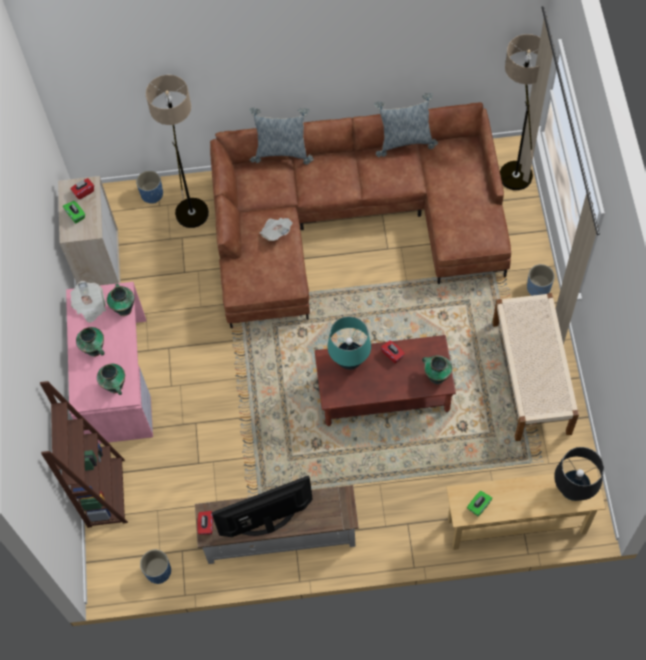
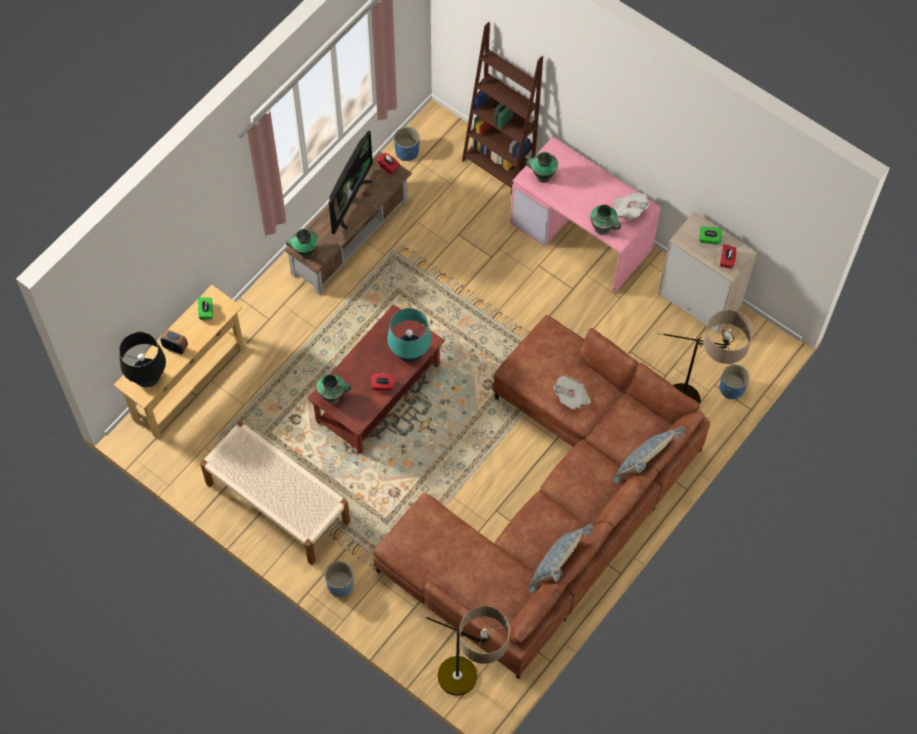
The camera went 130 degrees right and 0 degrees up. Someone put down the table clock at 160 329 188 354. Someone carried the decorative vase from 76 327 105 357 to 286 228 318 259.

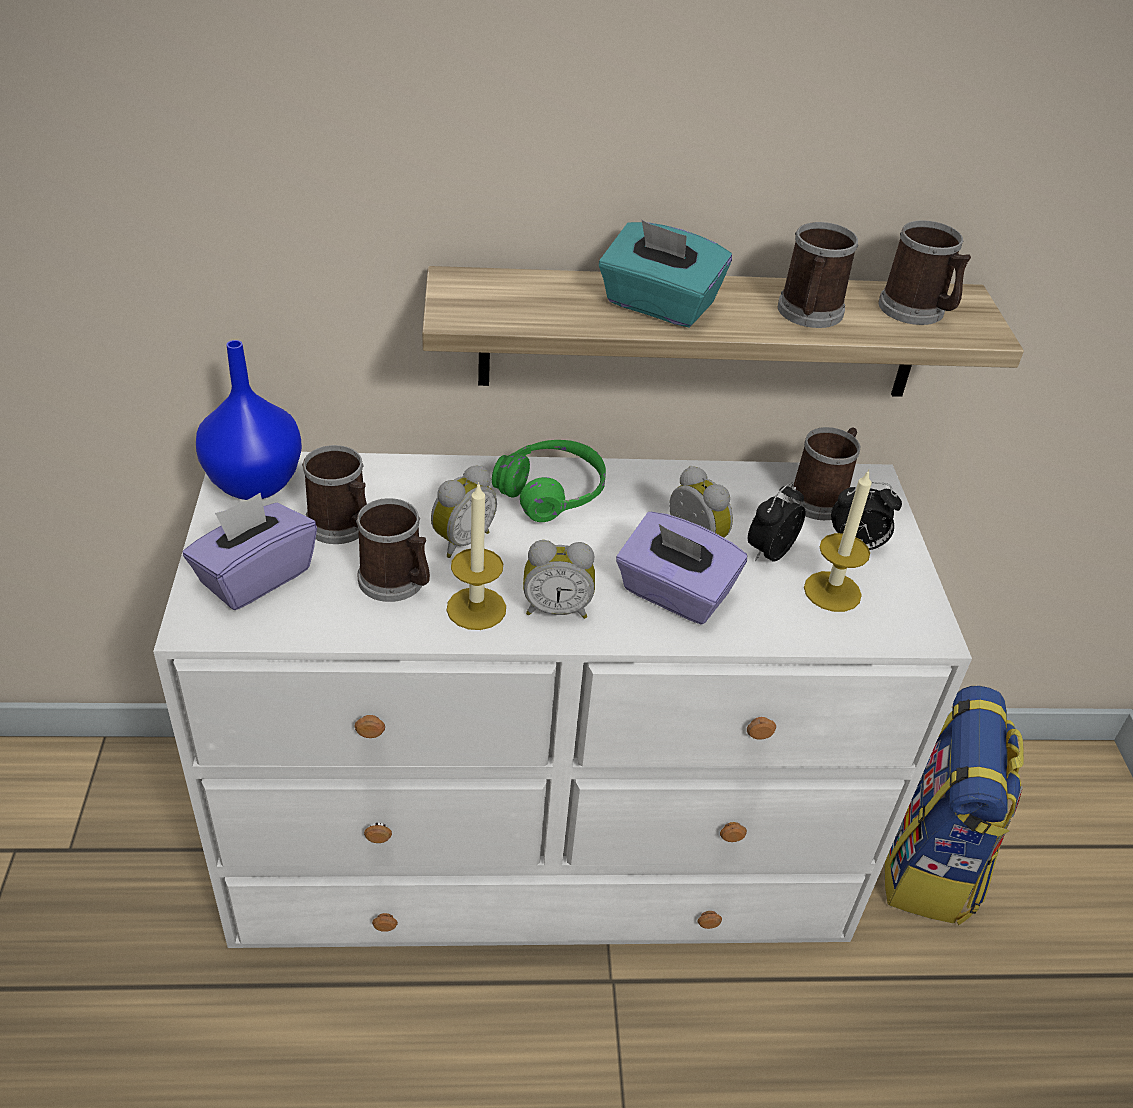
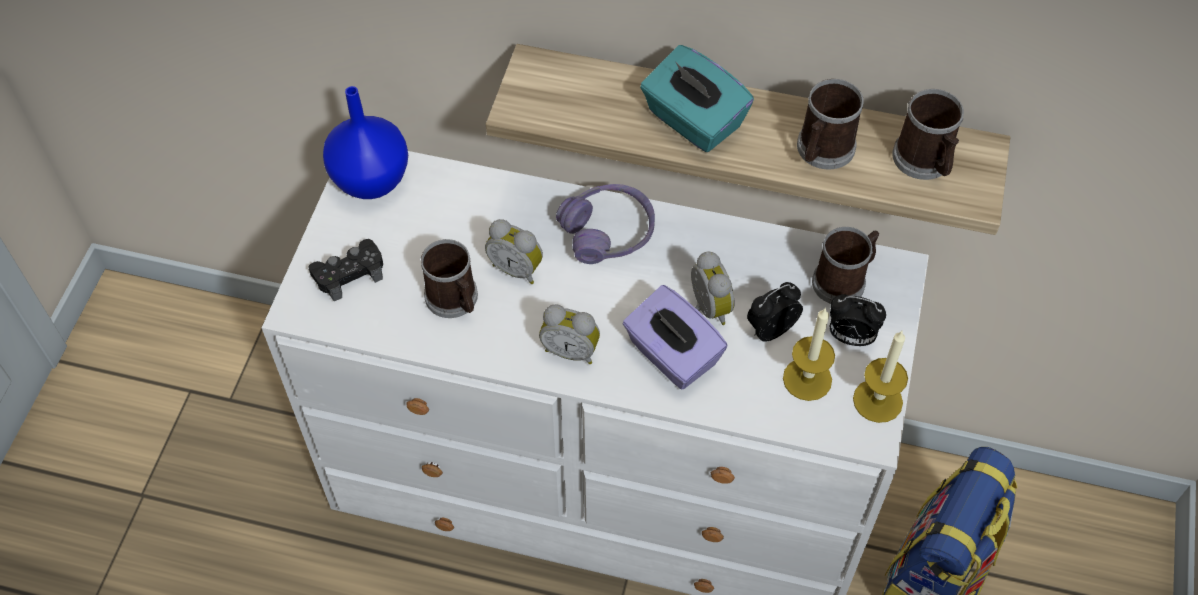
The camera went 20 degrees right and 15 degrees up. Someone swapped the box of tissues in purple at 183 493 317 610 for the game controller in blackish at 309 239 383 301. Someone rotated the table clock at 431 465 497 558 by 60 degrees clockwise. Someone repainted the headset in green at 492 440 606 522, which became the headset in purple at 556 184 655 264. Someone carried the wax candle from 447 482 506 630 to 853 331 908 423. Someone took away the mug at 302 445 367 544.

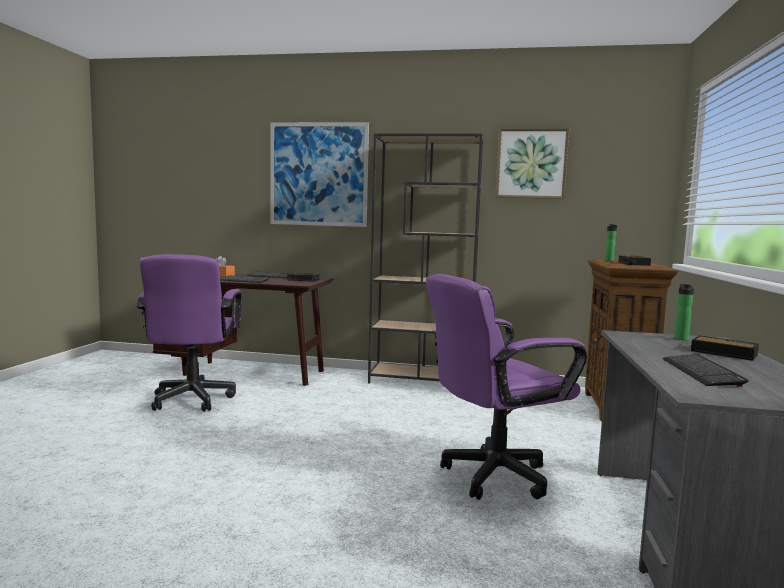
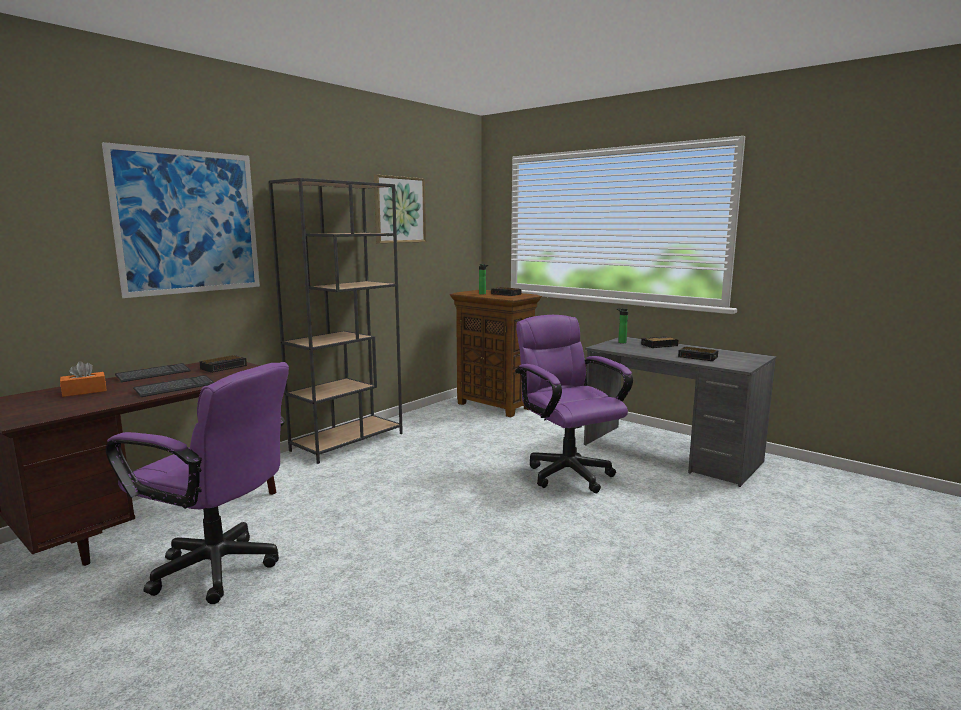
The camera went 60 degrees left and 5 degrees up. Someone rotated the desk chair in purple at 426 274 587 500 by 150 degrees clockwise. Someone swapped the computer keyboard at 663 354 749 387 for the table clock at 678 347 718 361.

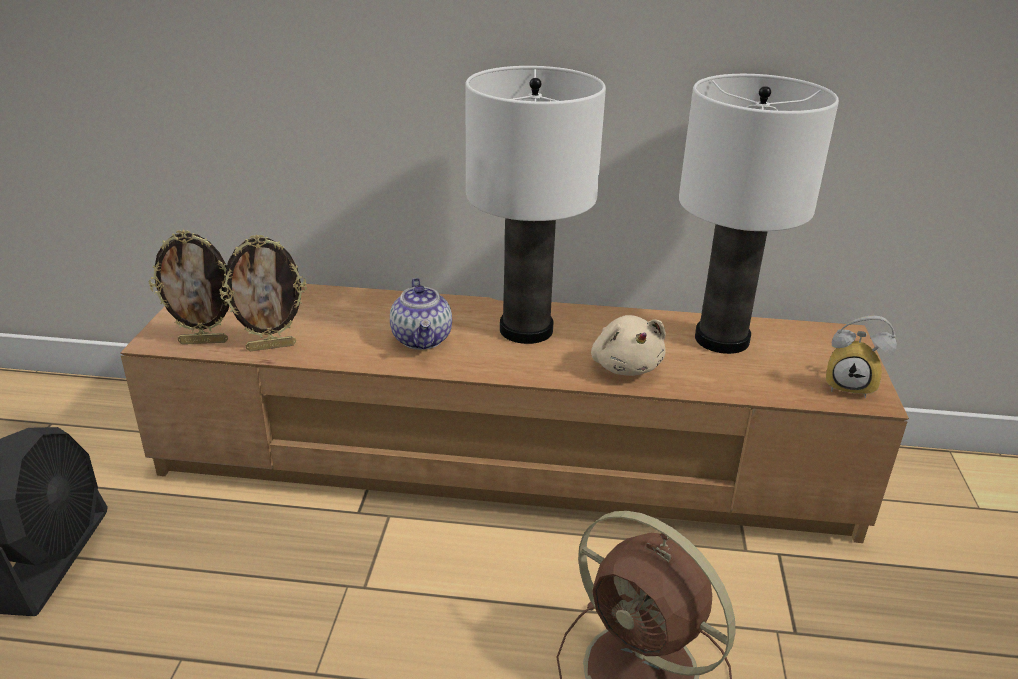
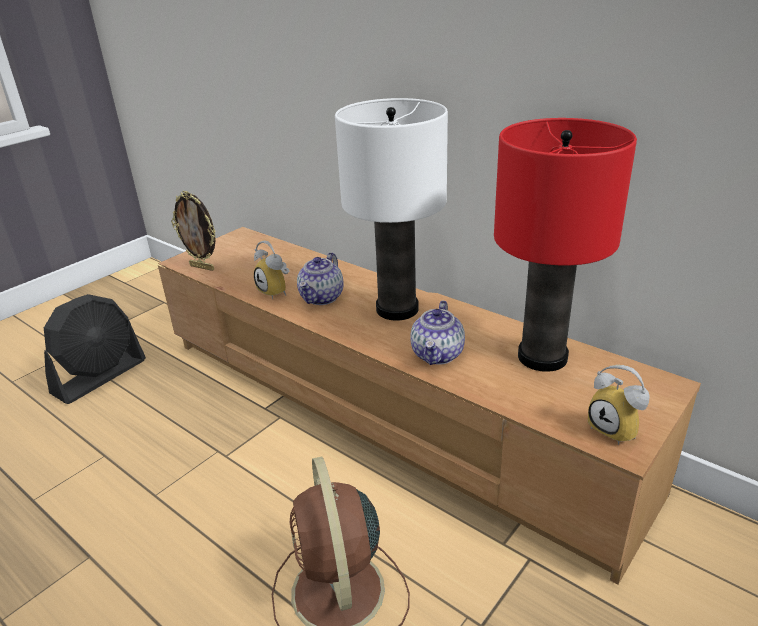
The camera went 35 degrees right and 0 degrees up. Someone put down the table clock at 254 241 289 299. Someone swapped the plush toy in sand-coloured at 591 315 666 376 for the pot for tea at 410 301 465 365. Someone repainted the tabletop lamp in white-coloured at 679 74 839 354, which became the tabletop lamp in red at 494 118 637 372. Someone took away the photo frame at 220 234 307 351.

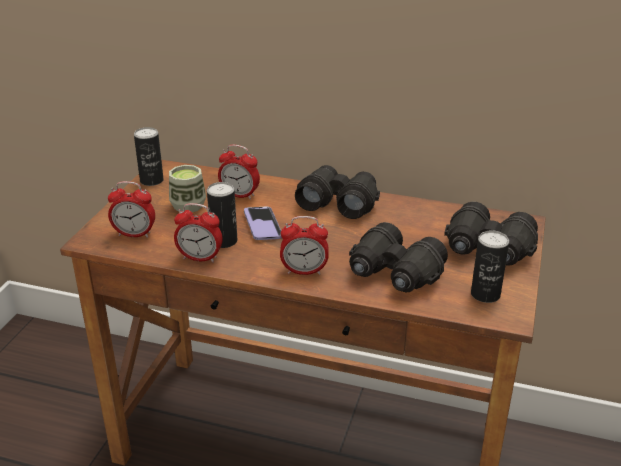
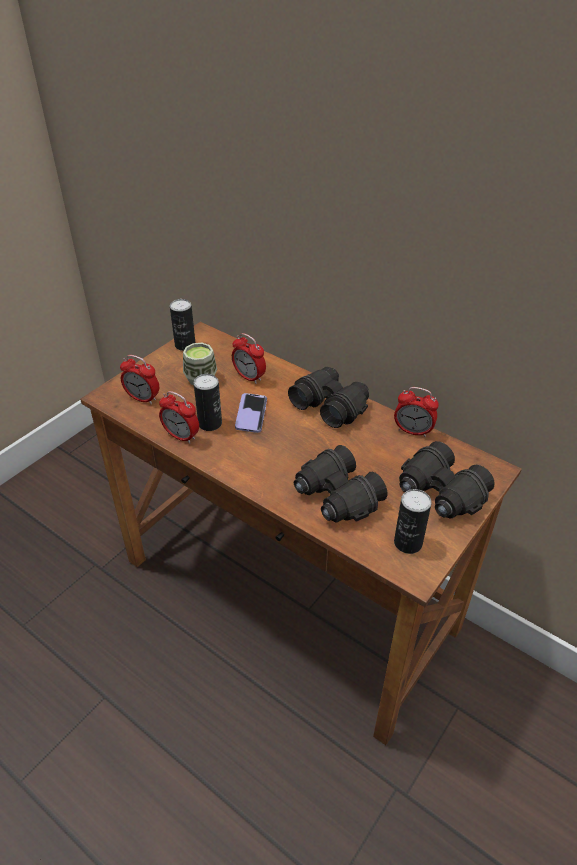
The camera went 20 degrees right and 10 degrees up. Someone carried the table clock from 280 216 329 275 to 394 387 439 437.

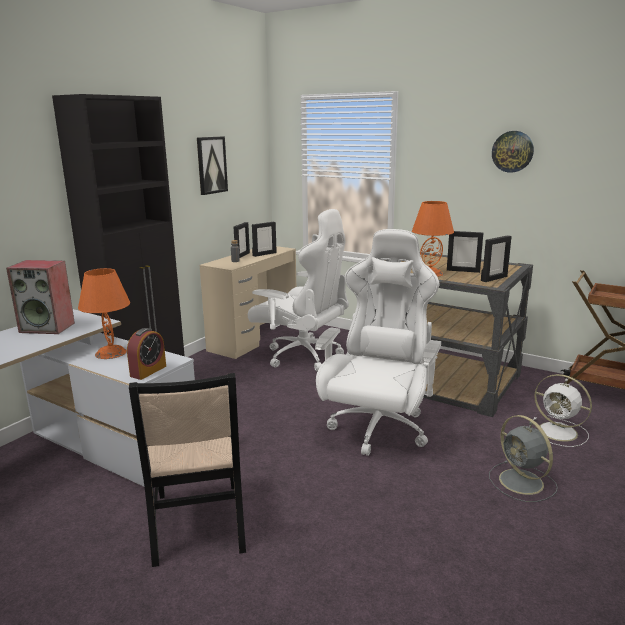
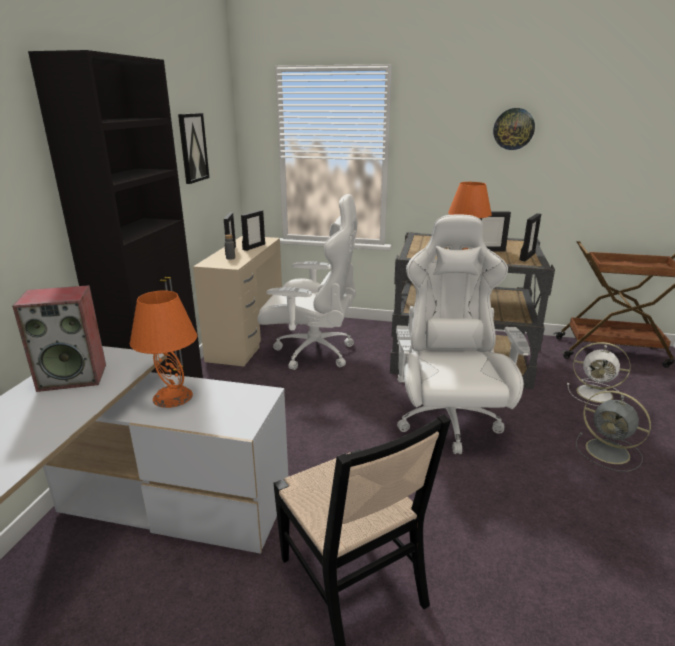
The camera went 20 degrees left and 5 degrees up. Someone took away the table clock at 127 328 166 380.

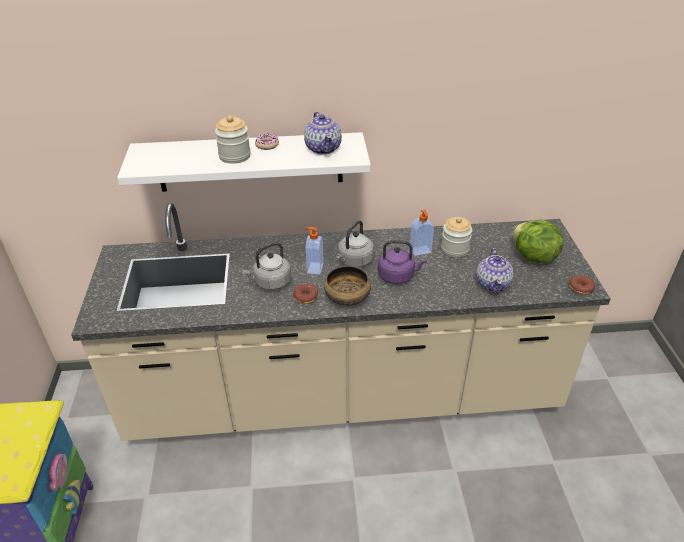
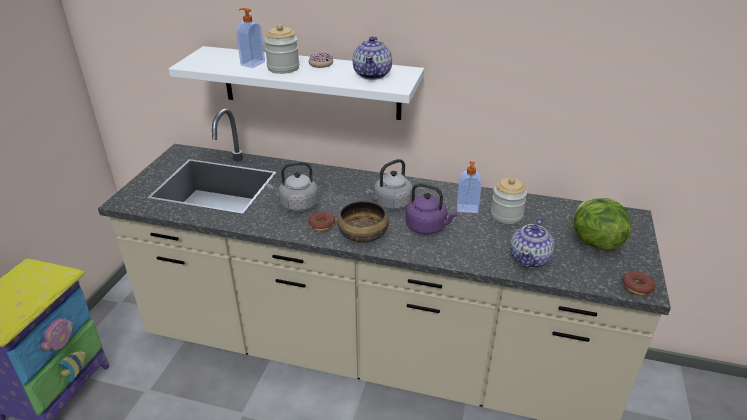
The camera went 20 degrees right and 5 degrees down. Someone carried the soap dispenser from 305 227 324 275 to 236 8 265 68.

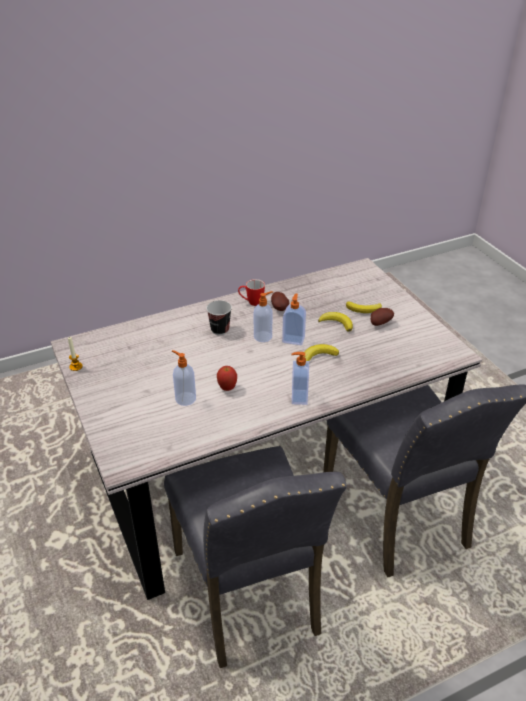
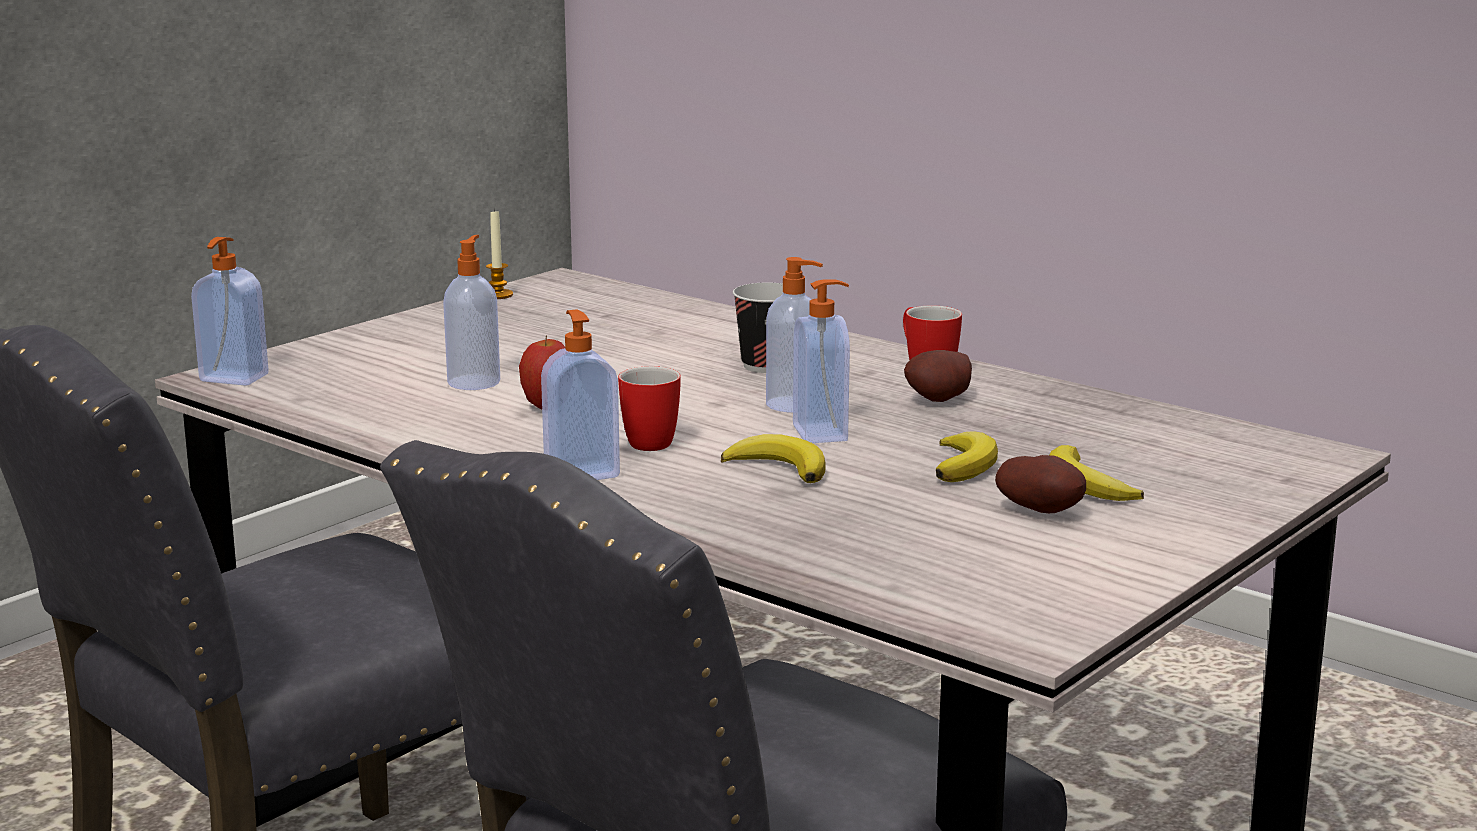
The camera went 65 degrees right and 20 degrees down. Someone put down the soap dispenser at 191 237 269 386. Someone put down the mug at 618 366 681 451.

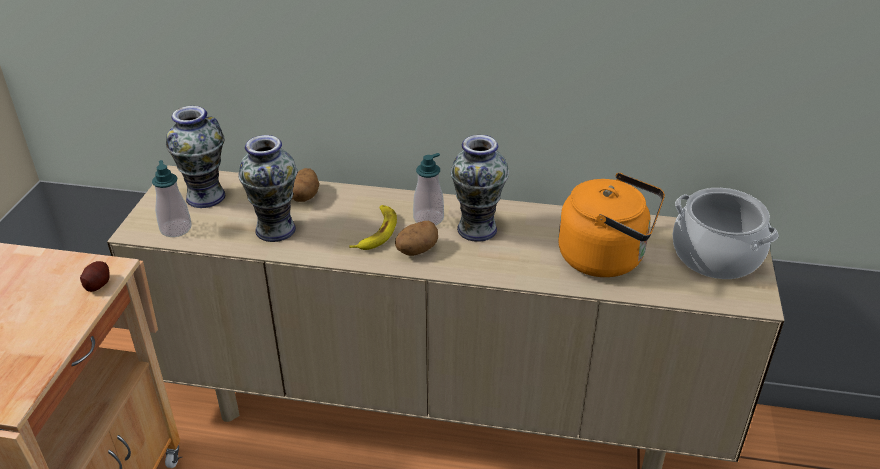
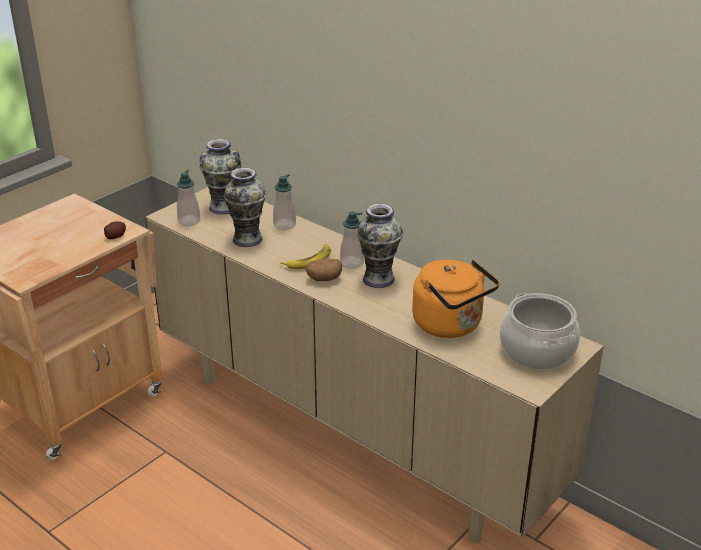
The camera went 30 degrees right and 5 degrees down. Someone swapped the potato at 292 168 319 202 for the soap dispenser at 273 174 296 230.

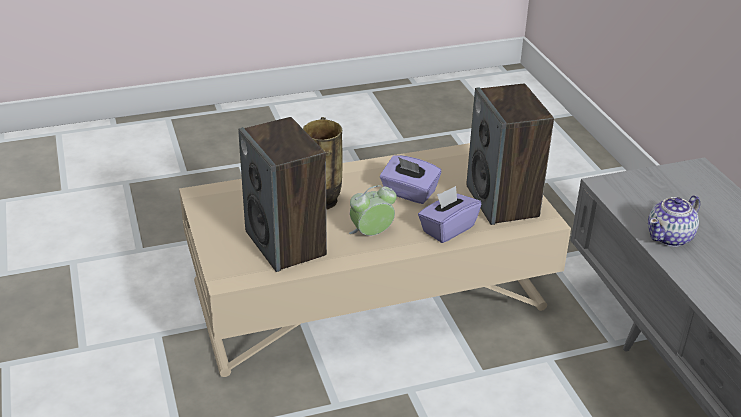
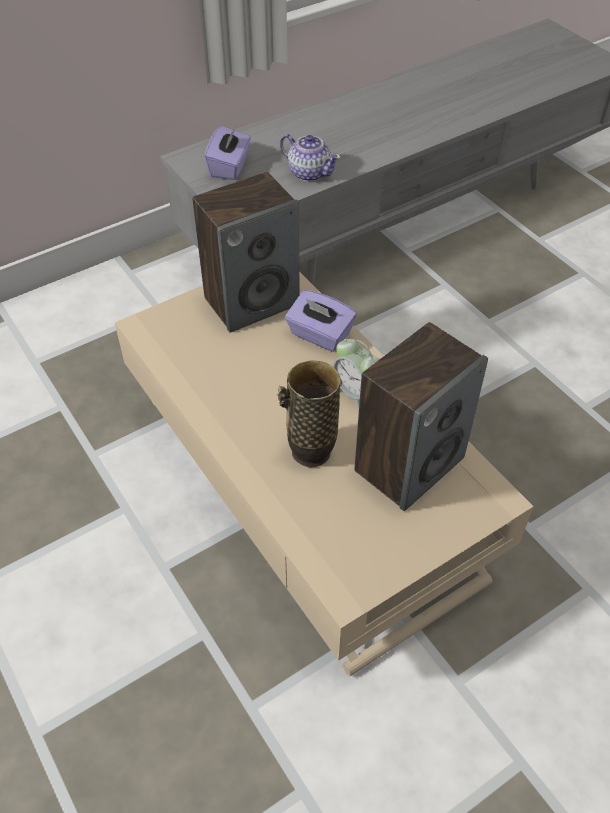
The camera went 105 degrees left and 15 degrees up. Someone carried the box of tissues in purple from 380 155 441 204 to 204 125 251 180.

